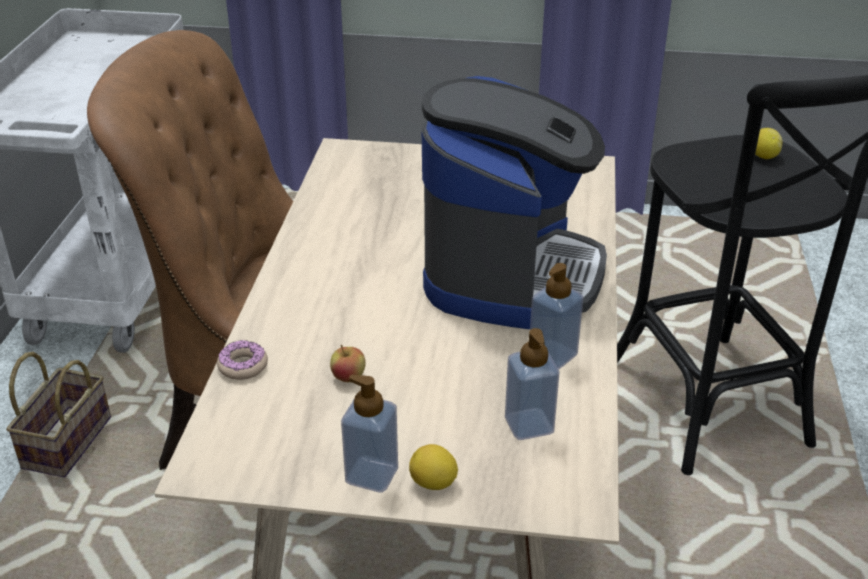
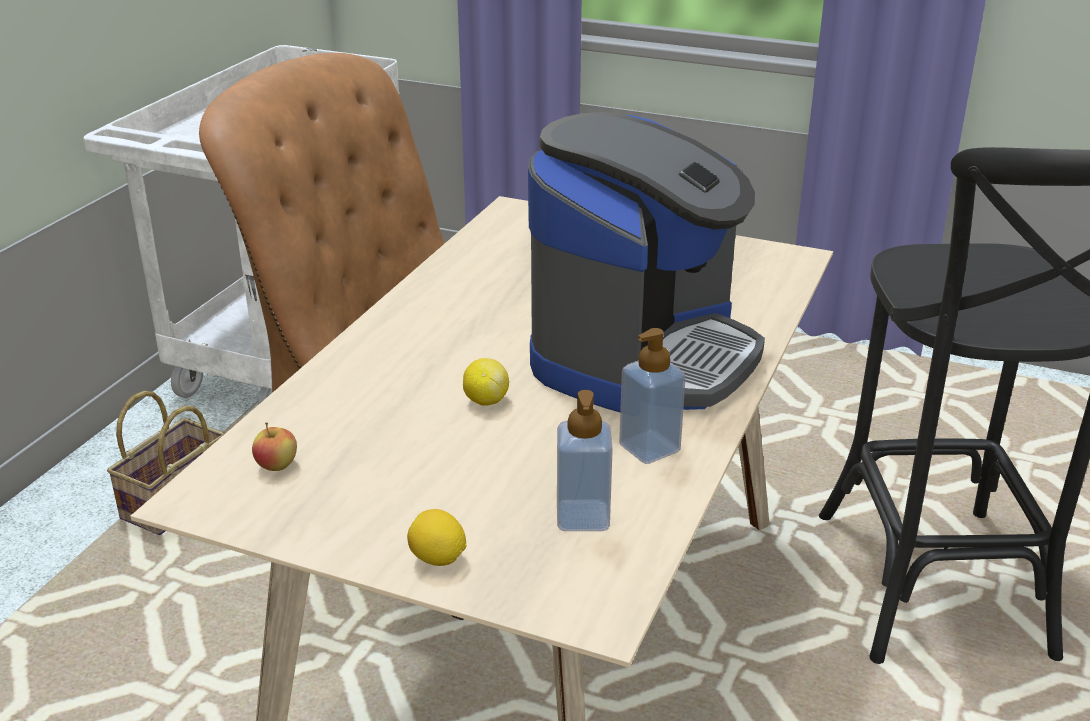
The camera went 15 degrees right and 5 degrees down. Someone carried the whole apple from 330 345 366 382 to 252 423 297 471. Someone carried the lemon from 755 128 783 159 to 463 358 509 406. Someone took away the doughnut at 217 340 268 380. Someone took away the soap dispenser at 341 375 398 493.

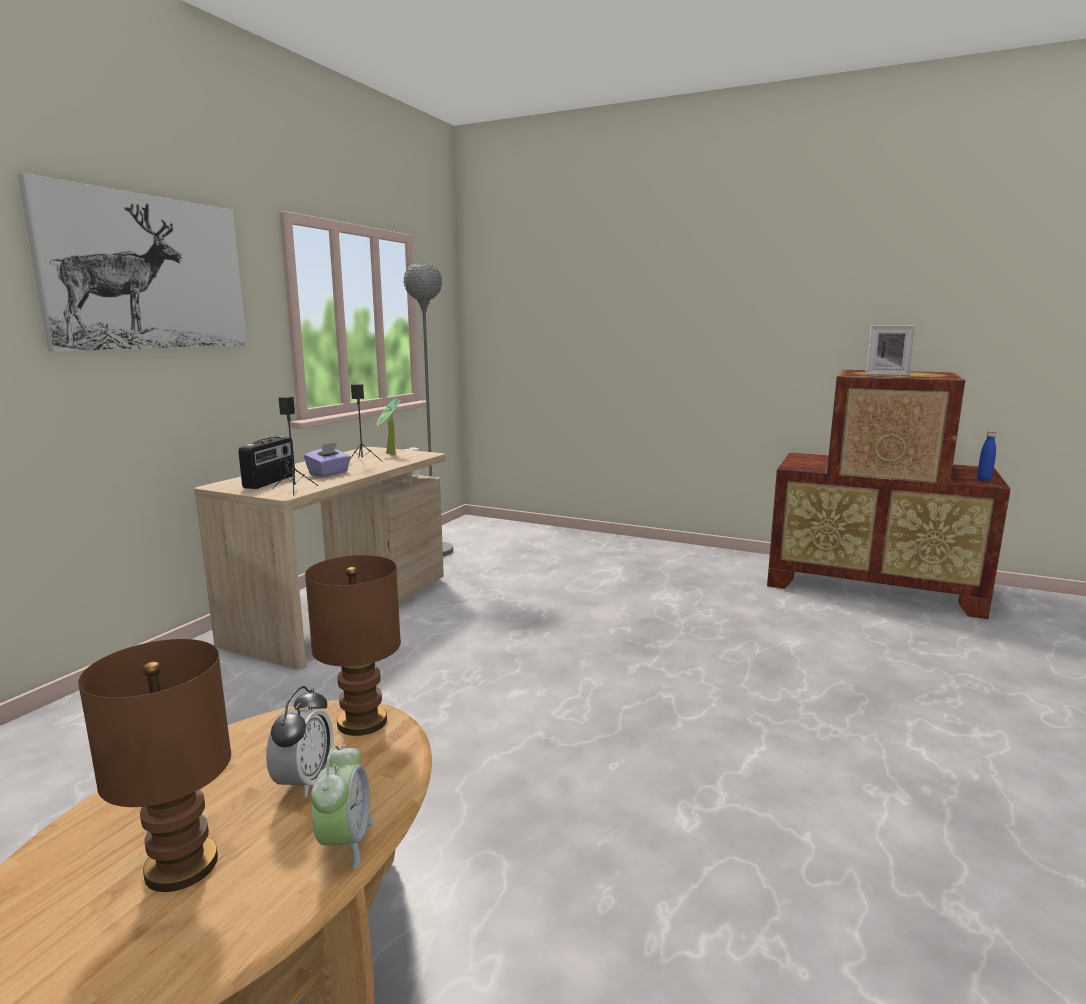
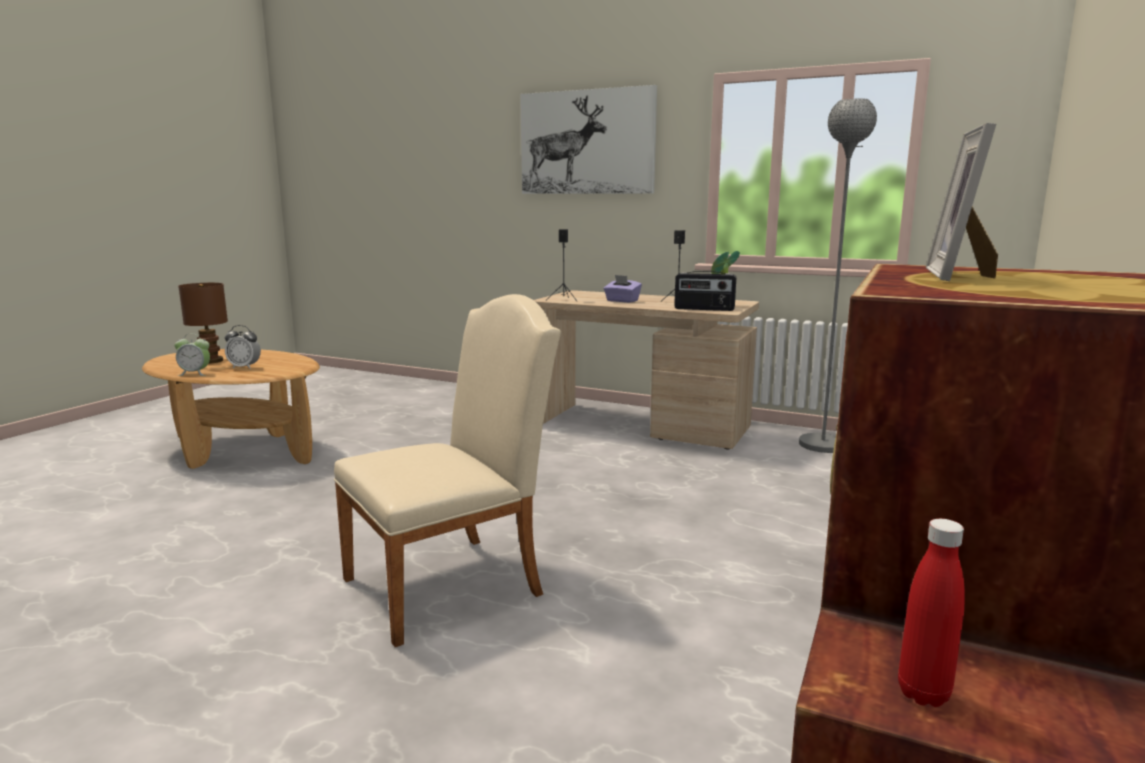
The camera went 90 degrees right and 0 degrees up. Someone put down the chair in sand-coloured at 334 294 561 647. Someone carried the radio receiver from 238 436 295 489 to 674 271 736 311. Someone repainted the beverage bottle in blue-coloured at 977 431 996 481, which became the beverage bottle in red at 898 519 965 707. Someone took away the tabletop lamp in brown at 305 555 401 736.

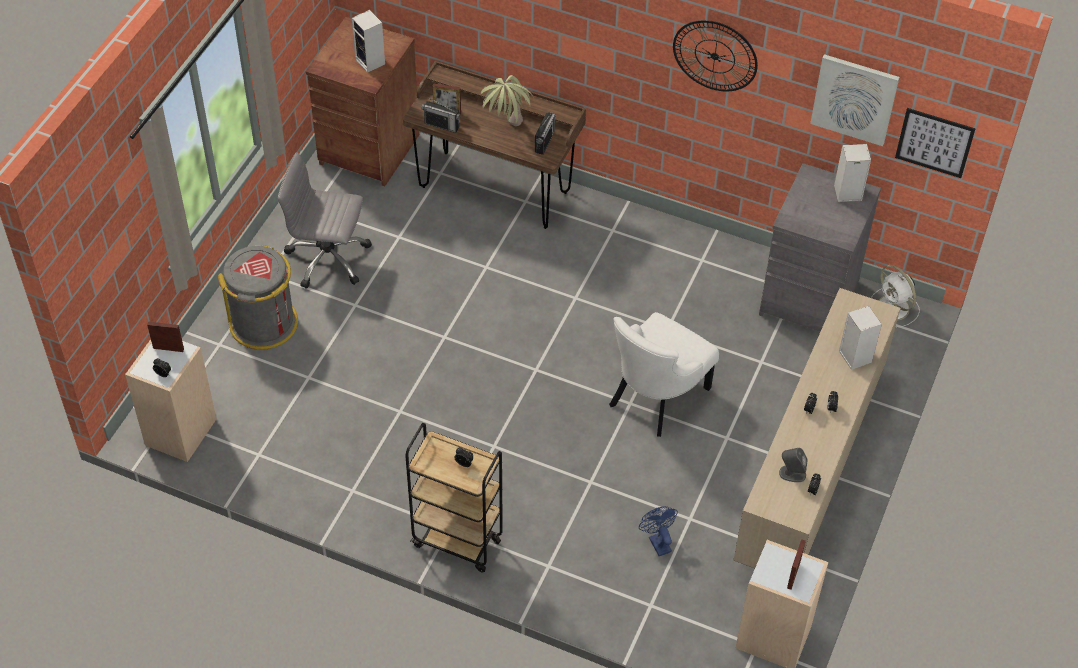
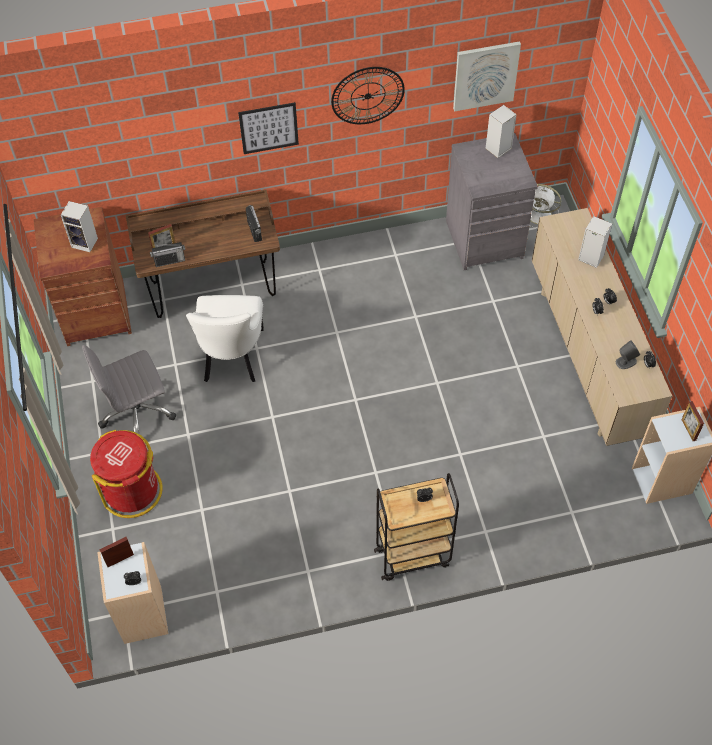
The camera went 35 degrees left and 5 degrees up. Someone repainted the trash can in gray at 218 245 298 350, which became the trash can in red at 90 430 163 518. Someone carried the chair in white-coloured from 609 312 719 437 to 186 295 264 382. Someone carried the wall picture from 895 108 976 178 to 238 102 299 154. Someone took away the houseplant at 481 75 534 126. Someone took away the fan in blue-coloured at 639 506 678 556.

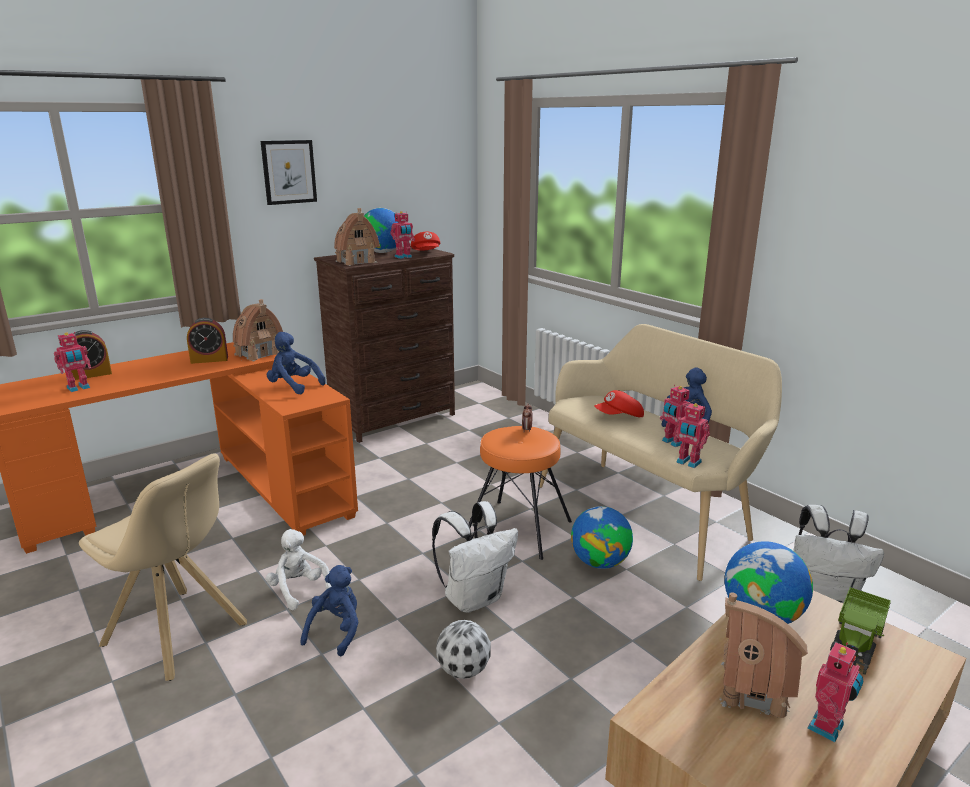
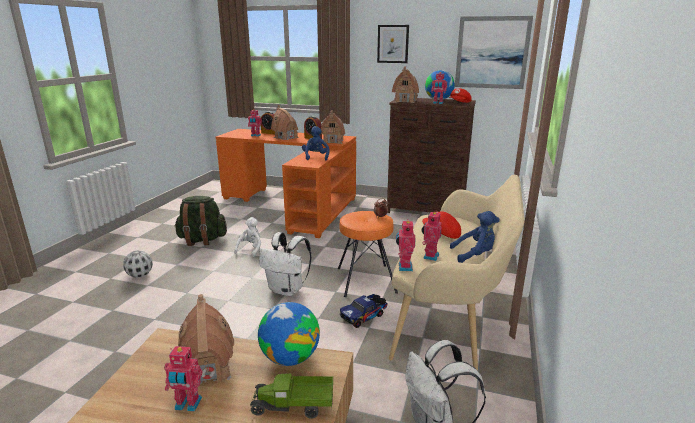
The camera went 55 degrees right and 0 degrees up. Someone carried the football ball from 436 620 491 679 to 123 251 153 278. Someone swapped the chair in sand-coloured at 79 453 247 681 for the rucksack in green at 174 196 227 246. Someone put down the model house at 271 105 299 140. Someone swapped the desk globe at 571 506 633 569 for the toy truck at 340 294 387 328. Someone put up the wall picture at 455 16 533 89. Someone took away the plush toy in blue-coloured at 301 565 359 656.

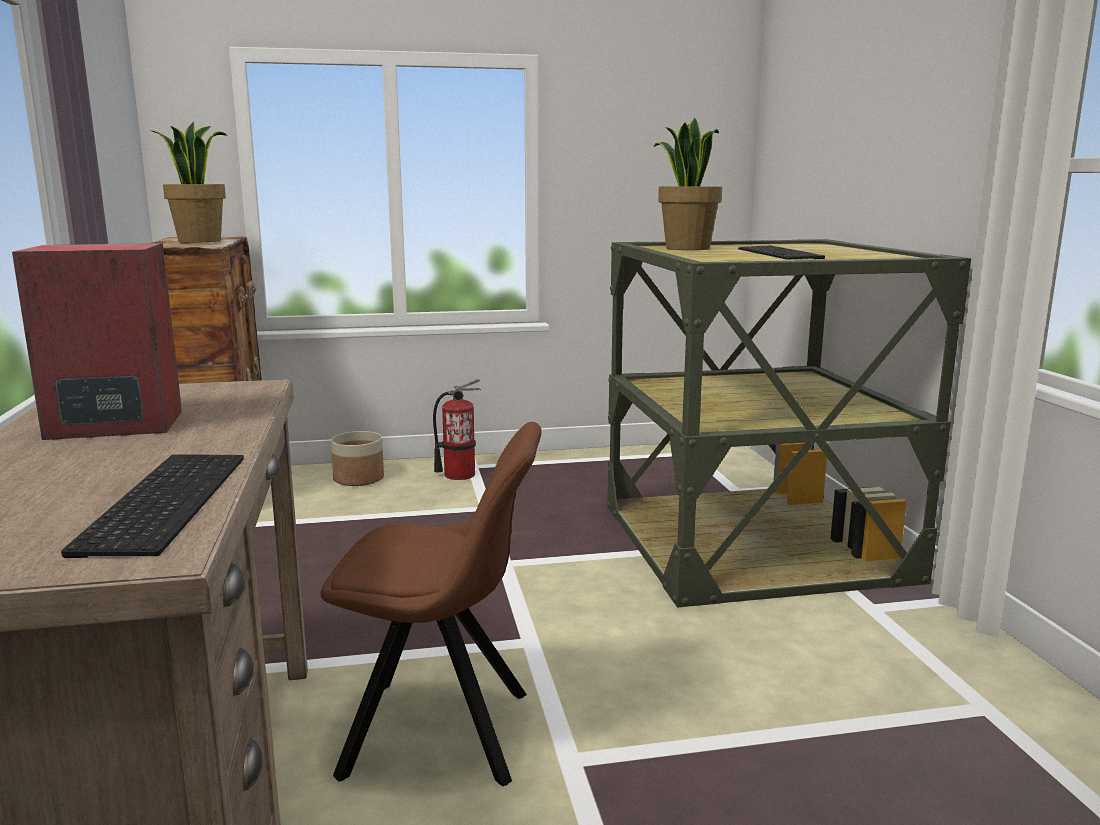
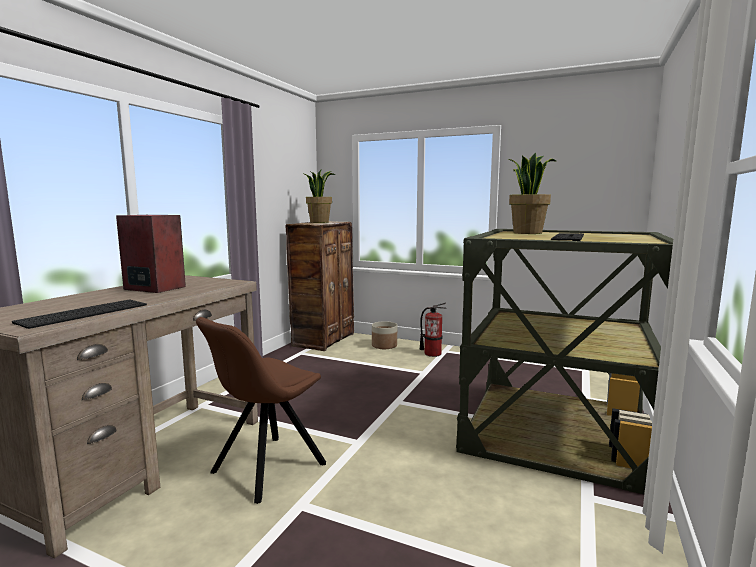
The camera went 35 degrees right and 5 degrees down. Someone rotated the chair in brown at 321 422 541 786 by 90 degrees clockwise.

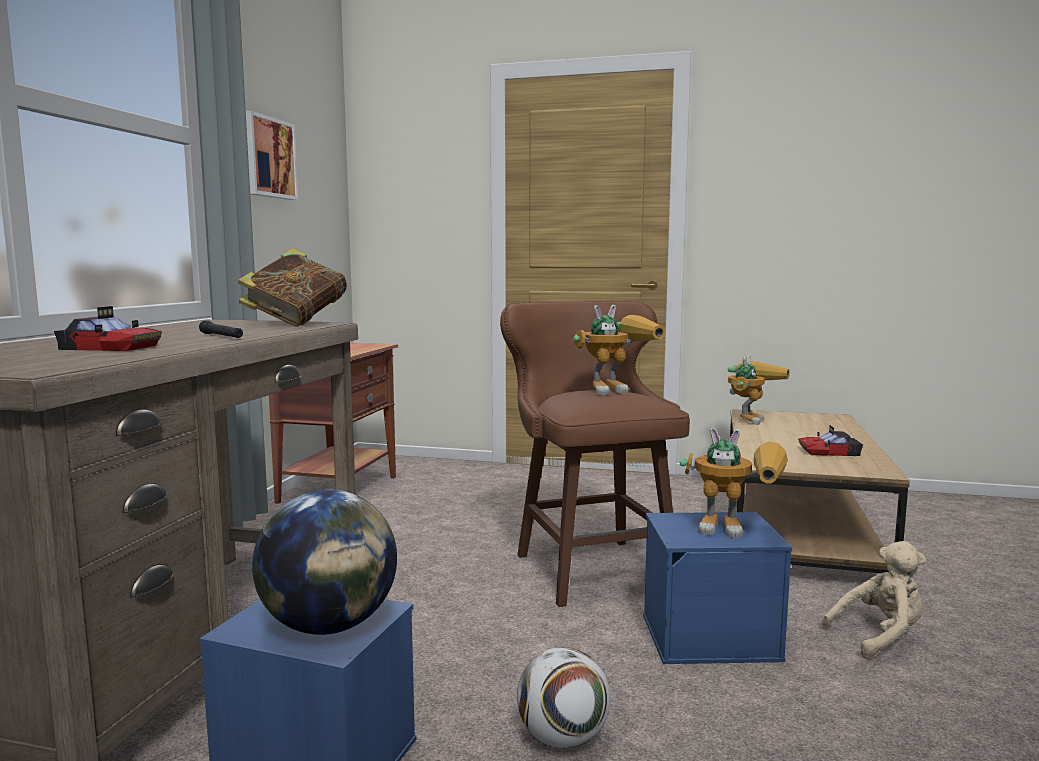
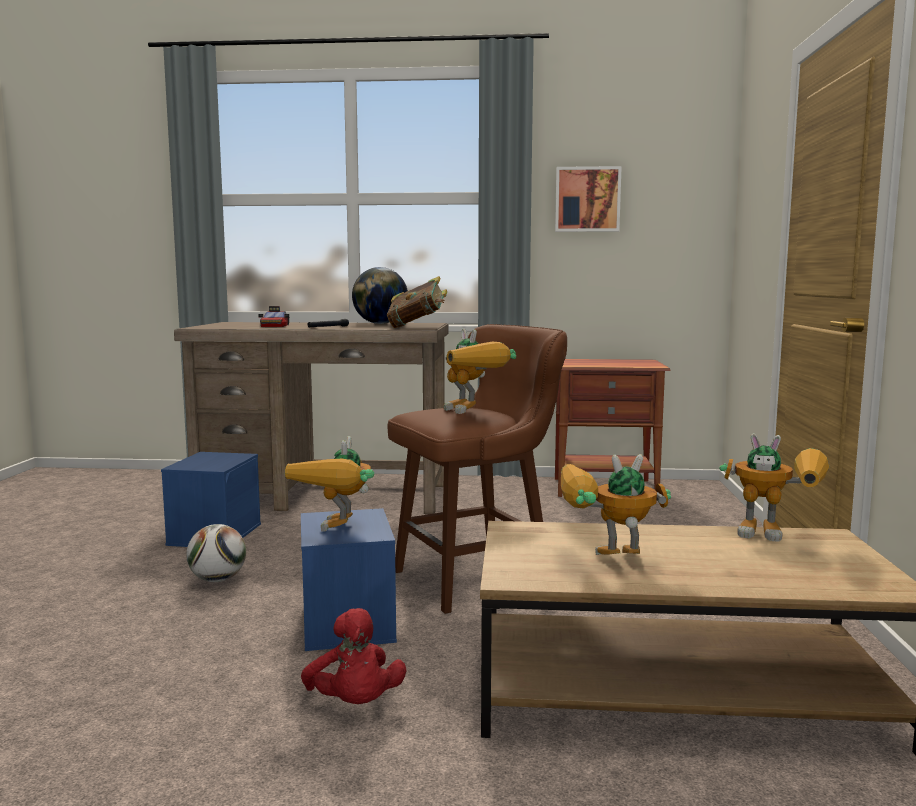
The camera went 80 degrees right and 0 degrees up. Someone repainted the plush toy in sand-coloured at 822 541 926 659, which became the plush toy in red at 301 608 406 704. Someone carried the desk globe from 252 489 397 635 to 352 267 408 324. Someone swapped the miniature car at 798 425 863 456 for the robot figure at 561 454 671 555.

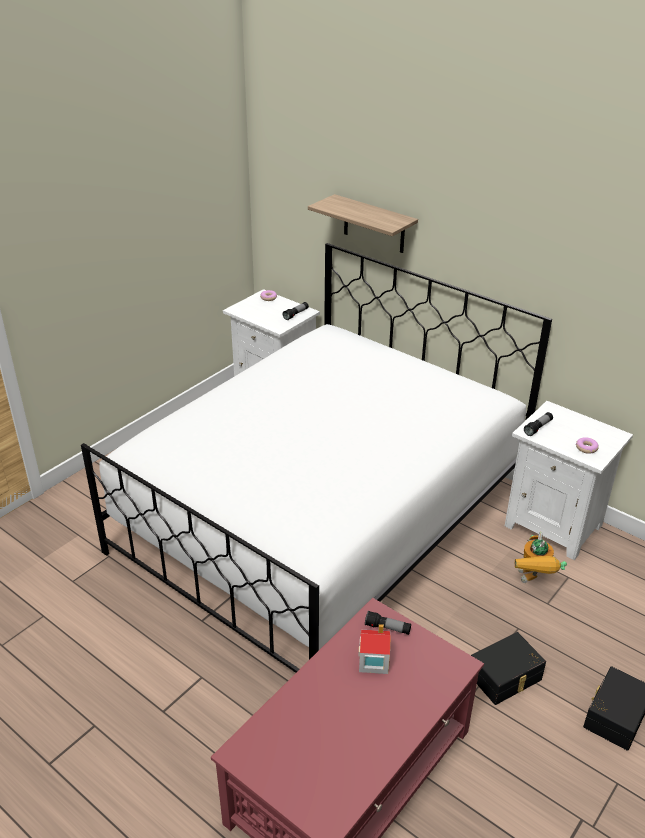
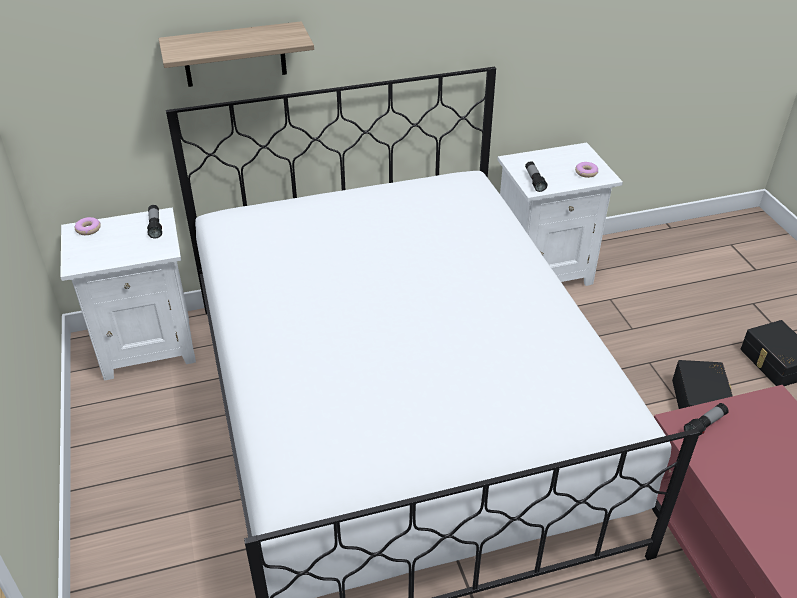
The camera went 55 degrees left and 5 degrees up. Someone took away the model house at 358 624 391 674. Someone took away the robot figure at 515 532 567 583.

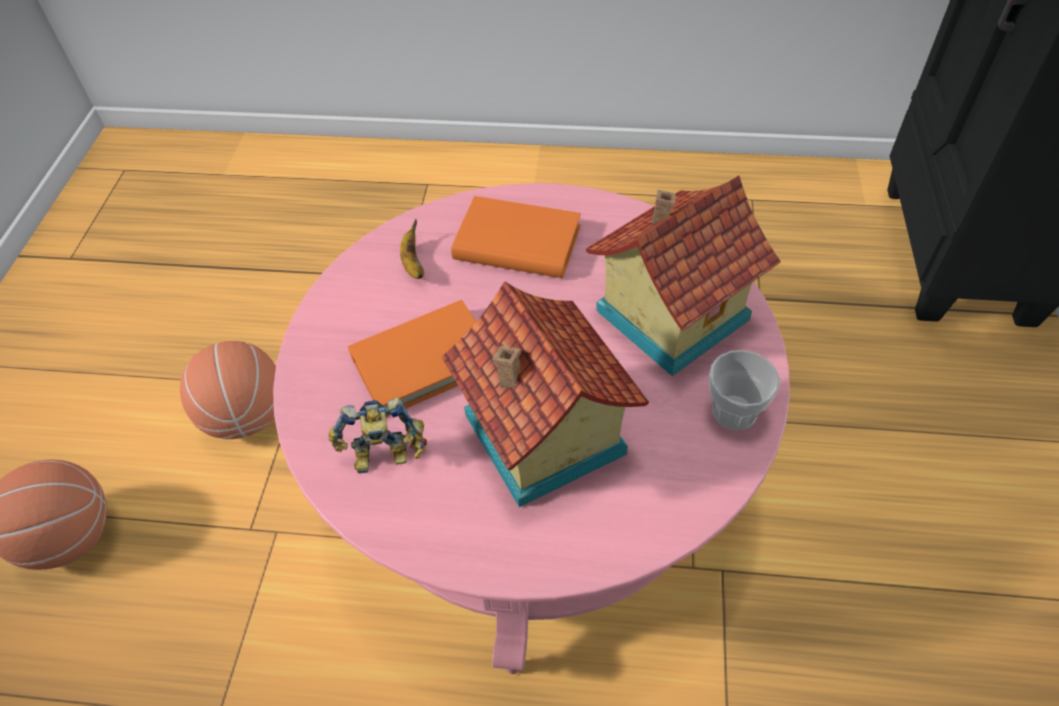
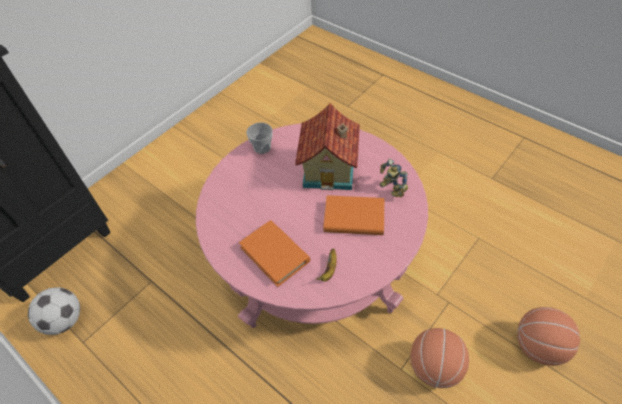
The camera went 145 degrees left and 0 degrees up. Someone put down the football ball at 28 287 80 335. Someone rotated the robot figure at 328 397 427 473 by 150 degrees counterclockwise. Someone took away the model house at 586 176 781 376.

